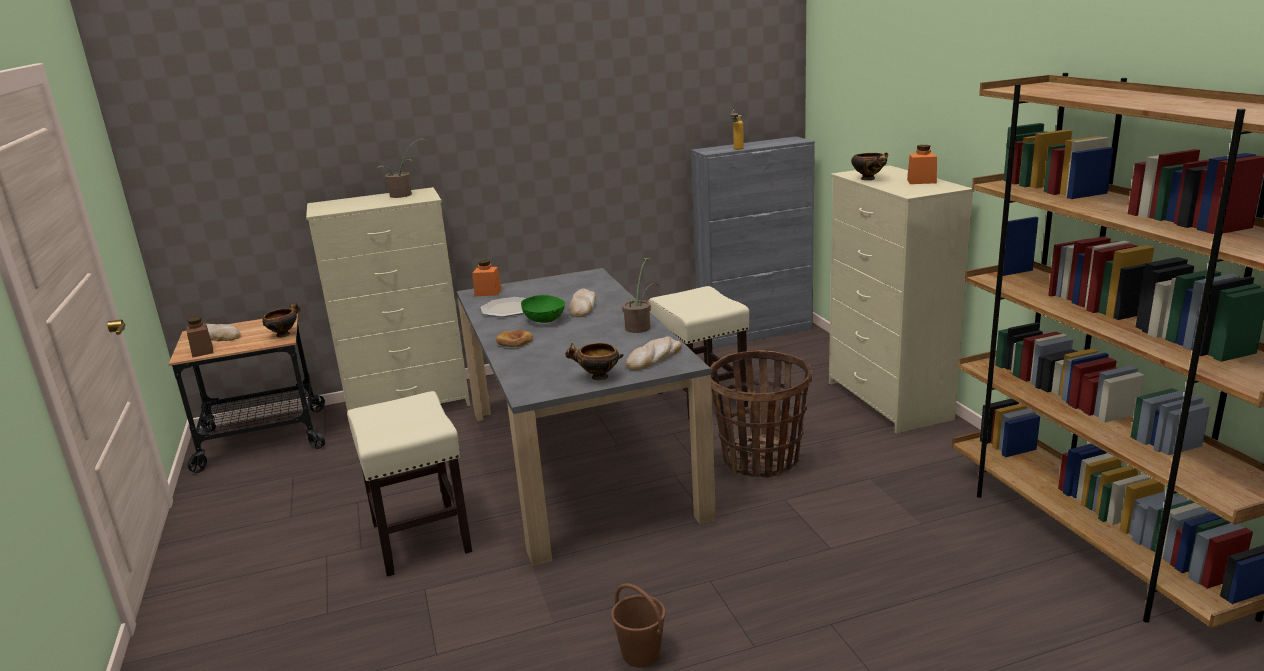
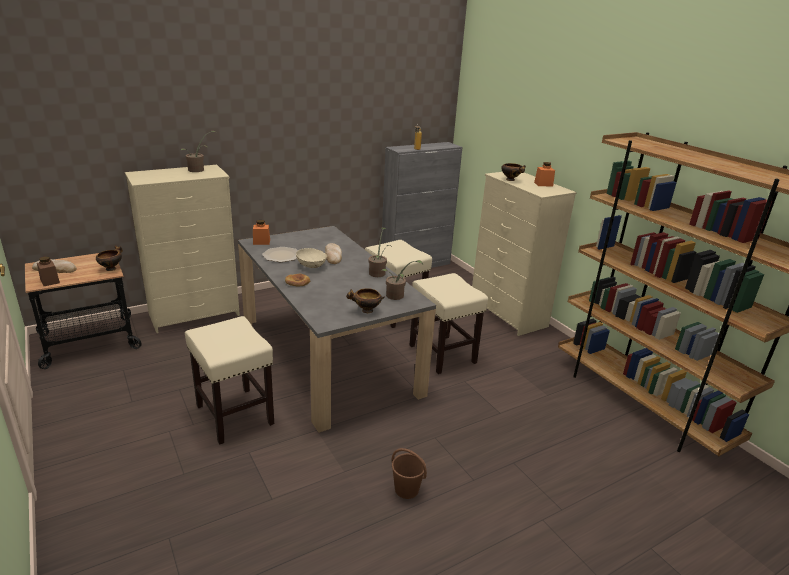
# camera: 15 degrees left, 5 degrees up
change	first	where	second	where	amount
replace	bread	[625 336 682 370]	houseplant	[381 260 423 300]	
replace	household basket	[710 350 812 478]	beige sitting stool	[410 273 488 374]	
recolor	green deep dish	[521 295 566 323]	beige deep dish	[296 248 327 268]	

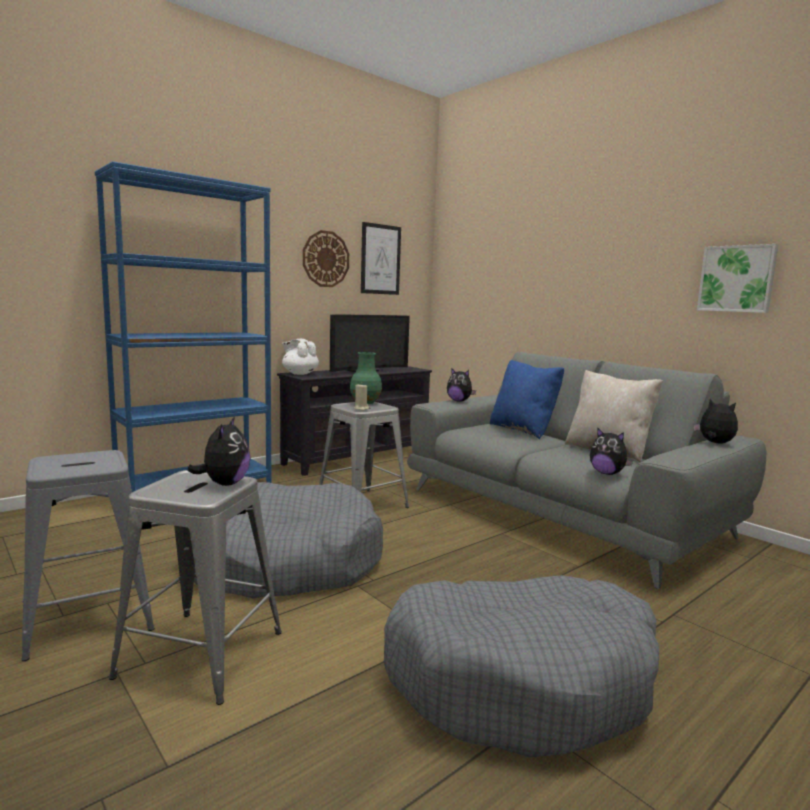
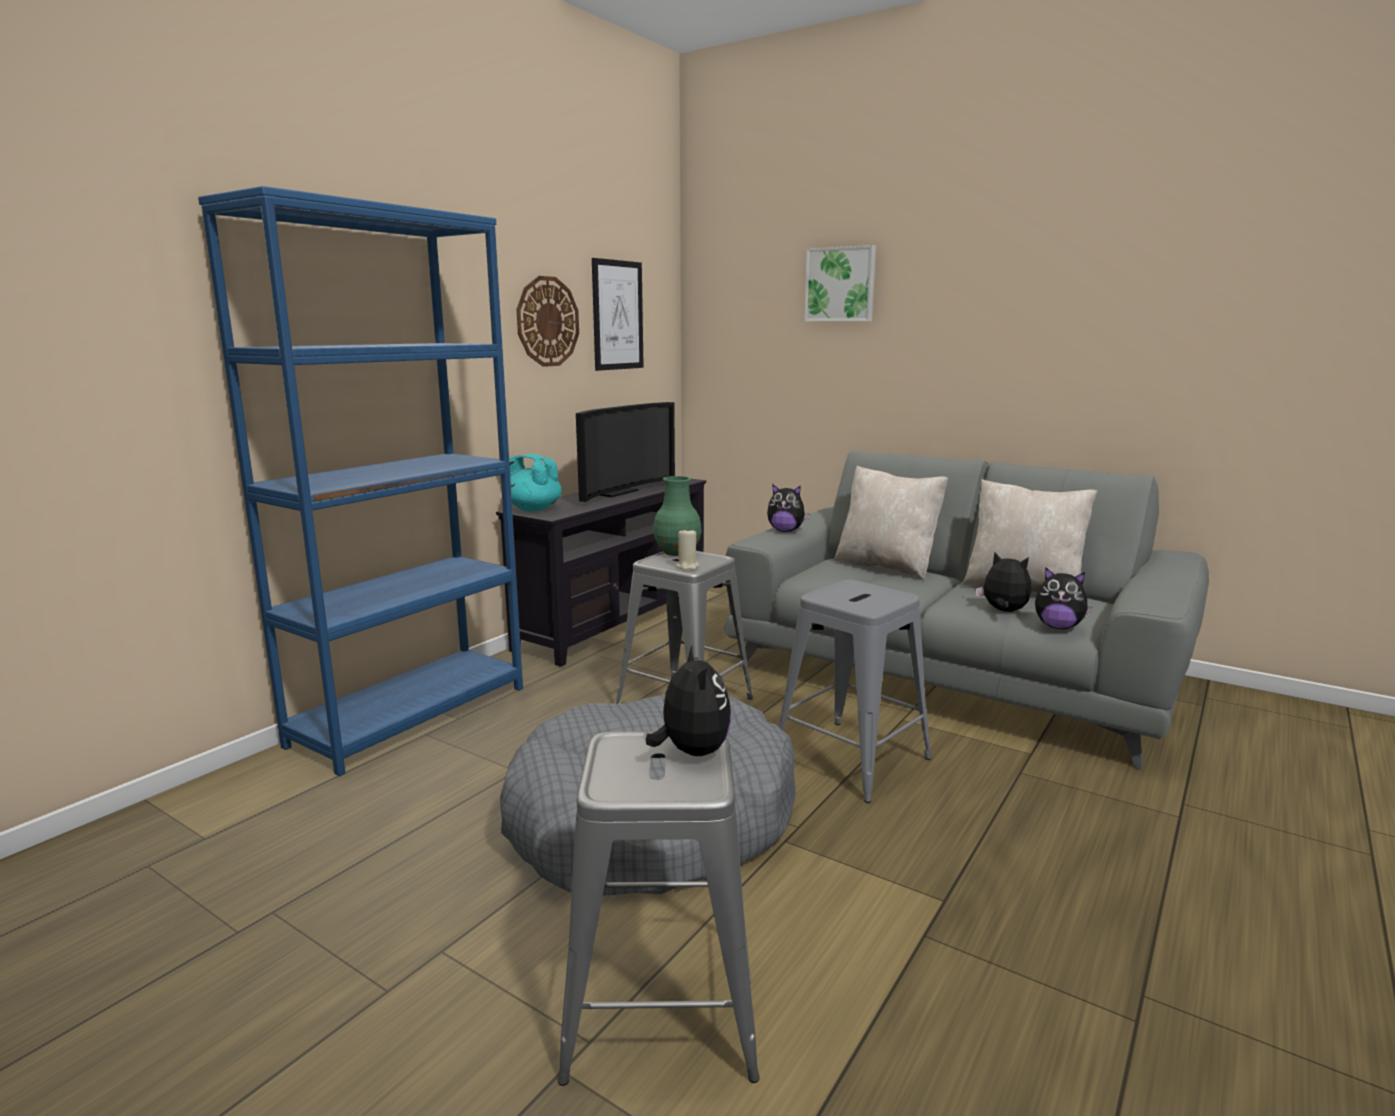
# camera: 15 degrees left, 5 degrees up
change	first	where	second	where	amount
delete	greyish dog bed	[384 575 659 757]			
move	greyish sitting stool	[21 450 154 661]		[778 580 931 803]	
move	plush toy	[693 399 738 444]		[976 551 1032 612]	
move	picture	[697 244 779 313]		[804 245 876 322]	
recolor	white-coloured tea pot	[282 339 319 375]	turquoise-coloured tea pot	[509 454 562 512]	
recolor	bluish cushion	[490 360 564 439]	beige cushion	[834 466 948 580]	

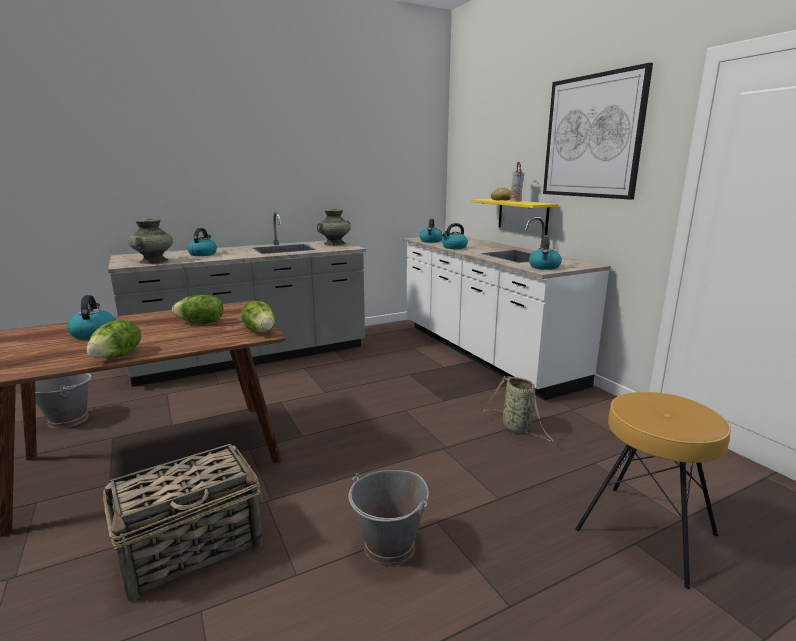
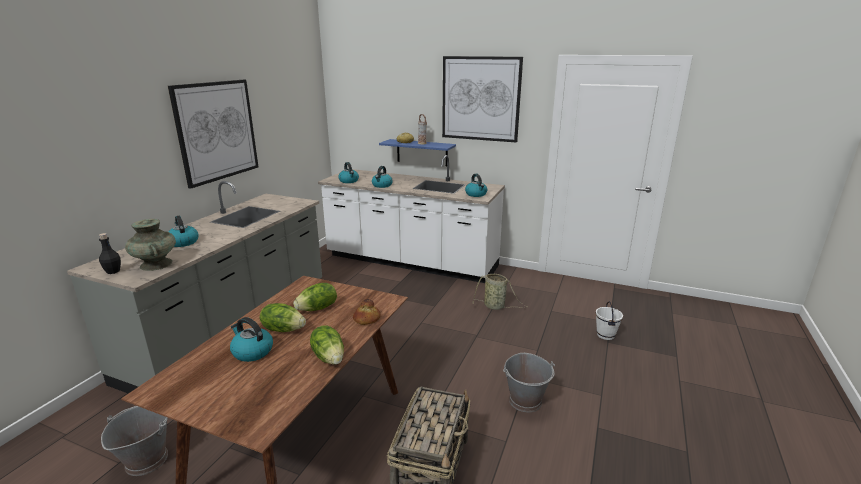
# camera: 40 degrees left, 5 degrees up
change	first	where	second	where	amount
delete	turquoise-coloured flower vase	[317 208 351 245]			
insert			black-coloured beverage bottle	[99 233 121 274]	
insert			picture	[168 80 258 189]	
insert			bread	[353 299 381 325]	
move	lettuce	[241 301 275 333]		[260 303 306 332]	
replace	brown-coloured sitting stool	[575 392 731 589]	white-coloured water bucket	[596 301 623 340]	
recolor	yellowish wall shelf	[471 199 559 235]	bluish wall shelf	[379 139 456 166]	

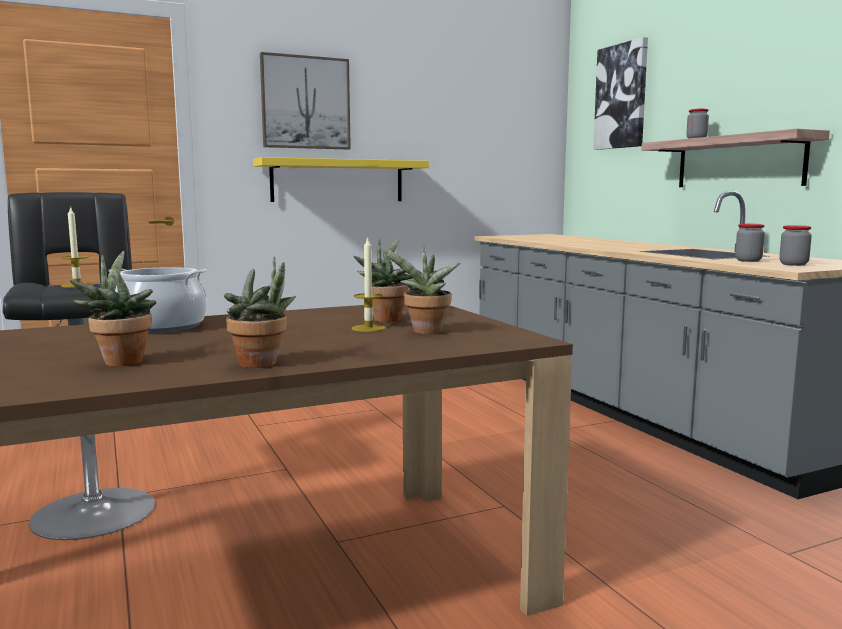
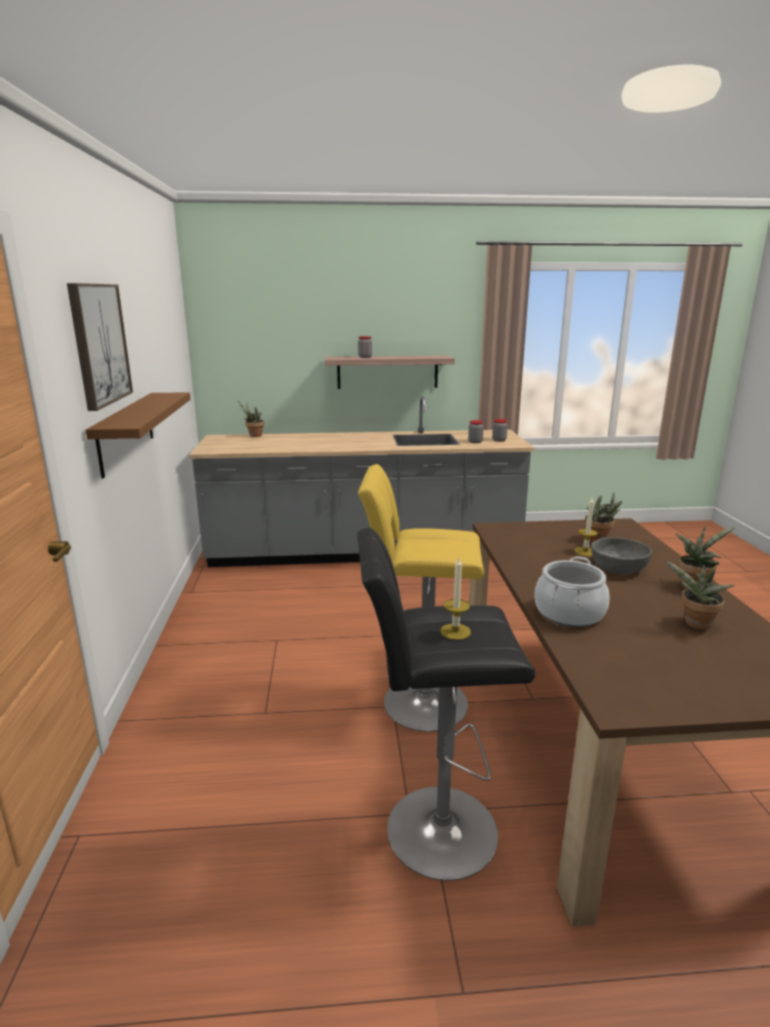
# camera: 70 degrees left, 10 degrees up
change	first	where	second	where	amount
delete	picture	[593 37 648 150]			
insert			yellowish sitting stool	[358 464 484 732]	
insert			greyish deep dish	[591 537 652 574]	
move	houseplant	[353 237 412 322]		[238 401 264 437]	
recolor	yellowish wall shelf	[253 157 429 202]	brown-coloured wall shelf	[86 392 190 478]	

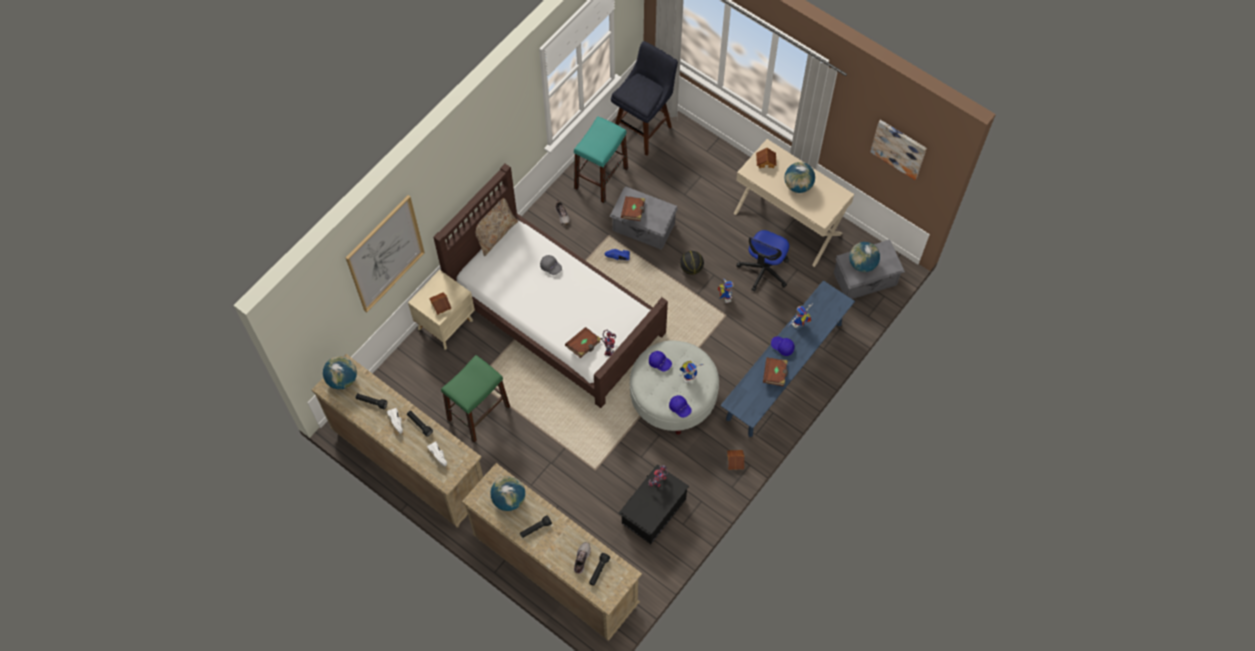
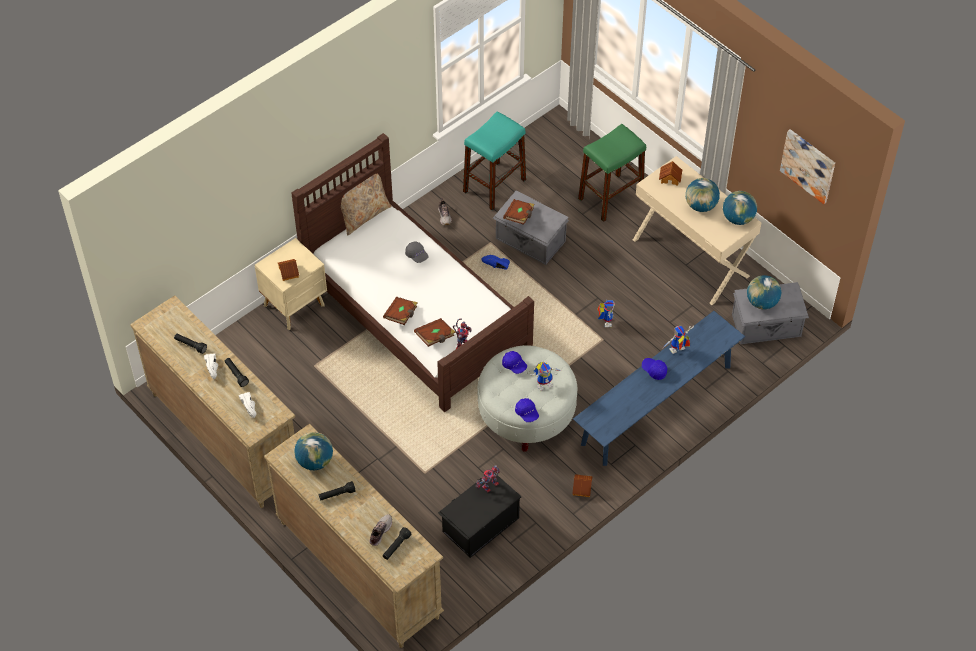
# camera: 10 degrees right, 10 degrees down
change	first	where	second	where	amount
delete	picture	[346 195 425 313]			
delete	bluish sitting stool	[611 41 678 156]			
delete	ball for basketball	[680 251 704 275]			
delete	desk chair	[737 230 789 292]			
move	desk globe	[323 356 357 389]		[723 191 757 225]	
move	green sitting stool	[441 355 510 443]		[578 124 646 222]	
move	brown-coloured book	[763 357 788 387]		[383 297 418 325]	

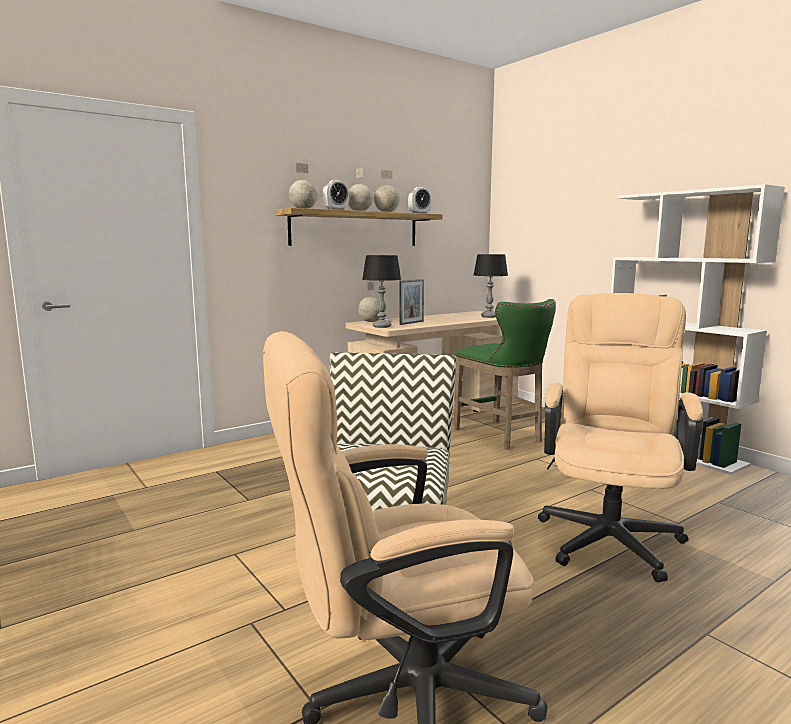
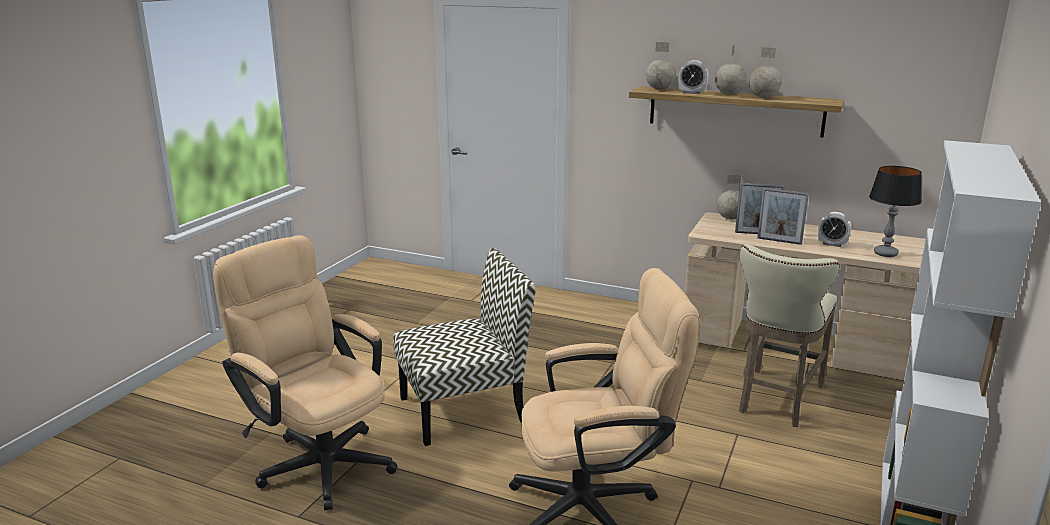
# camera: 60 degrees right, 10 degrees up
change	first	where	second	where	amount
delete	tabletop lamp	[362 255 401 328]			
insert			photo frame	[757 188 809 245]	
move	alarm clock	[408 187 431 214]		[818 212 851 247]	
recolor	green sitting stool	[454 299 556 450]	beige sitting stool	[739 244 840 427]	

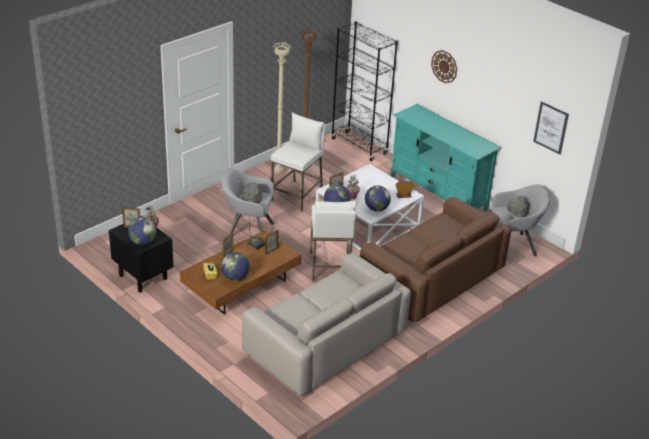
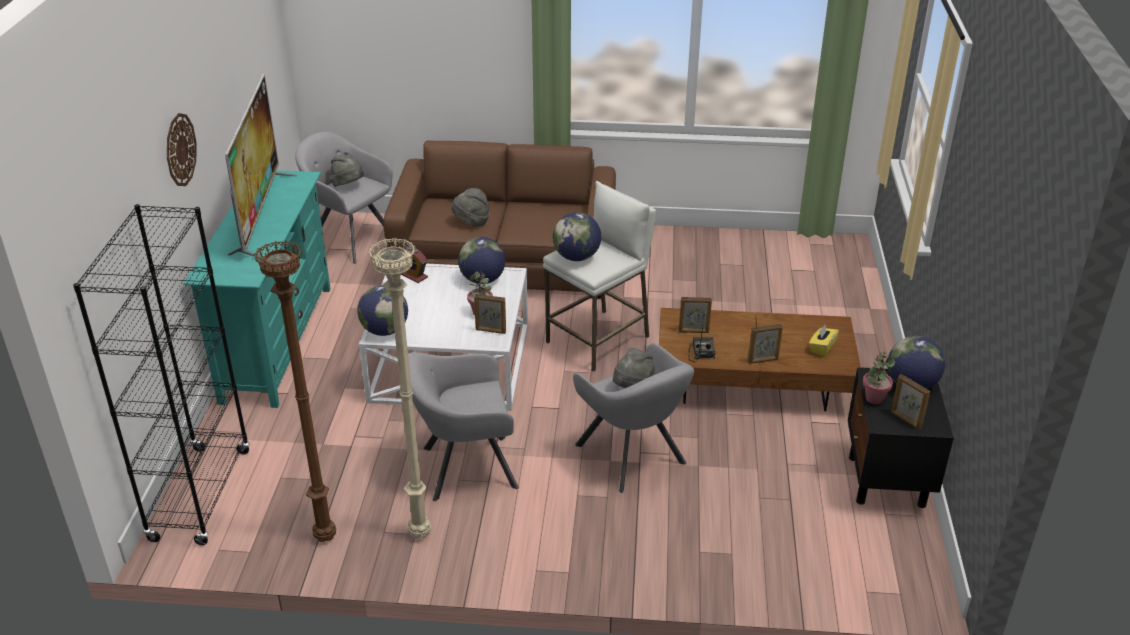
# camera: 130 degrees left, 0 degrees up
change	first	where	second	where	amount
delete	beige sofa	[242 253 411 396]			
delete	picture	[533 101 569 155]			
insert			TV set	[225 74 297 258]	
insert			greyish clothing hat	[452 188 490 227]	
move	desk globe	[221 252 250 281]		[357 285 408 336]	
replace	white-coloured sitting stool	[271 113 326 211]	greyish armchair	[408 352 519 501]	

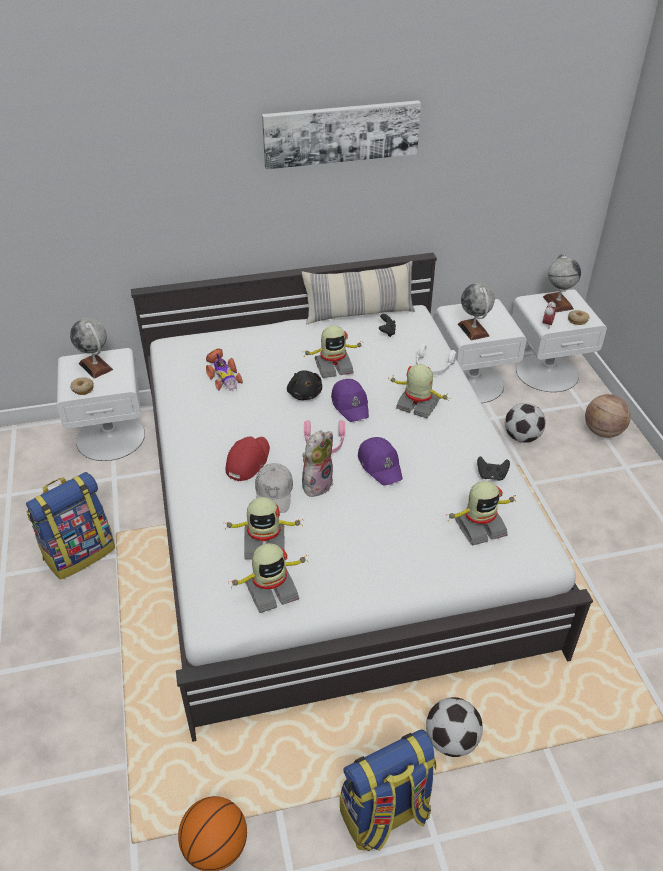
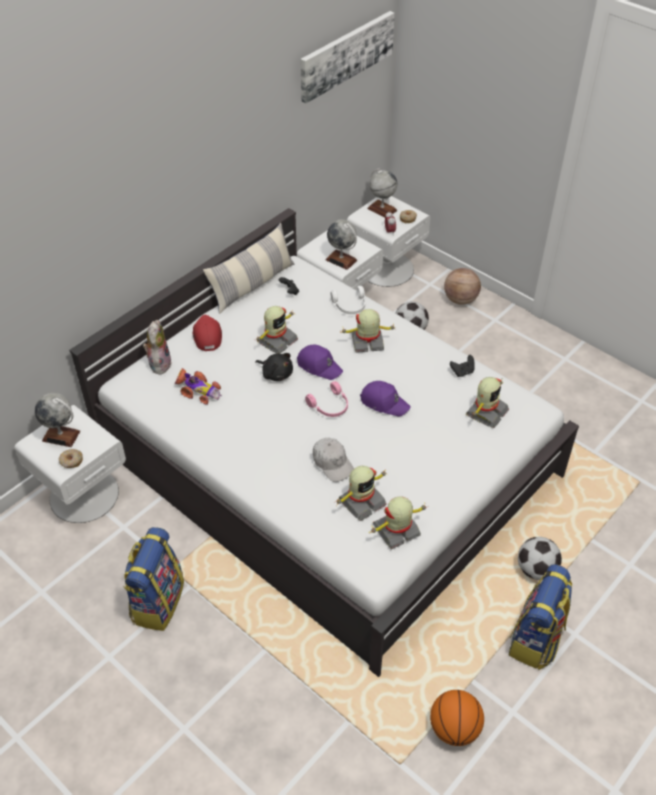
# camera: 35 degrees left, 5 degrees up
change	first	where	second	where	amount
move	red peaked cap	[225 437 270 481]		[193 315 222 351]	
move	picture	[262 100 421 170]		[300 11 395 103]	
move	plush toy	[302 430 333 497]		[143 320 171 375]	
rotate	model robot	[231 543 308 613]		[369 496 427 550]	150 degrees counterclockwise

